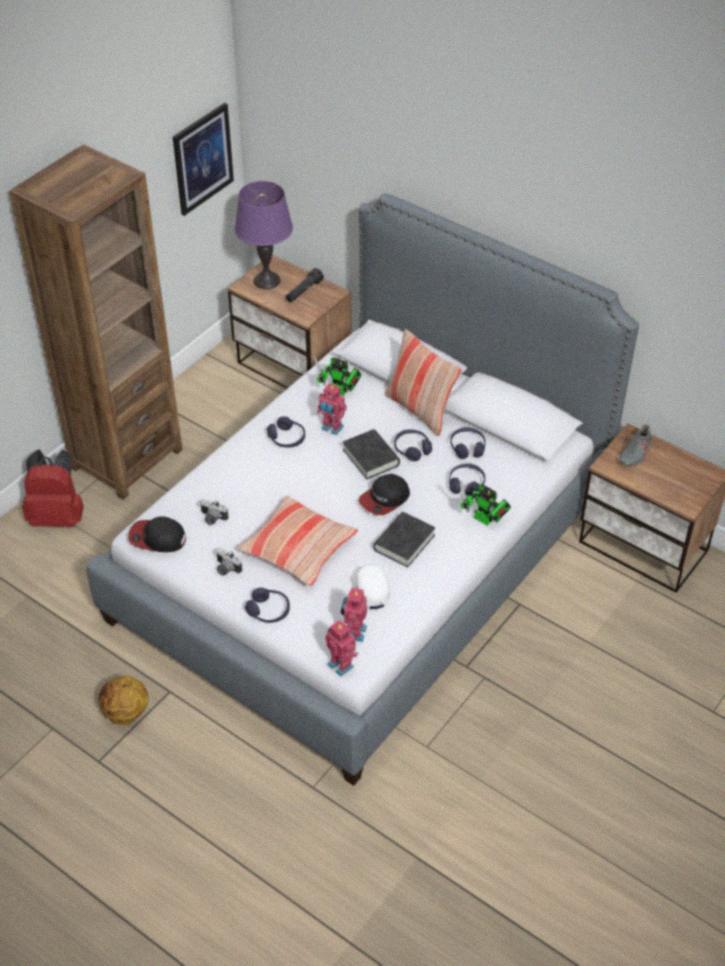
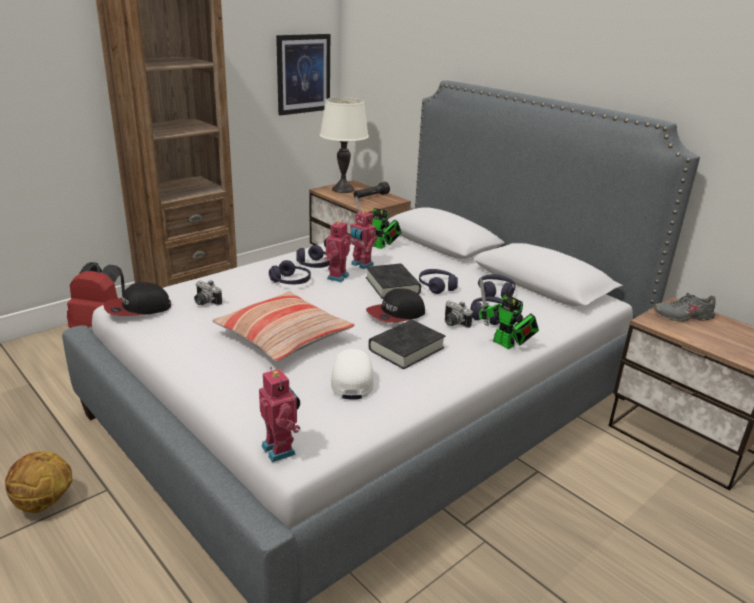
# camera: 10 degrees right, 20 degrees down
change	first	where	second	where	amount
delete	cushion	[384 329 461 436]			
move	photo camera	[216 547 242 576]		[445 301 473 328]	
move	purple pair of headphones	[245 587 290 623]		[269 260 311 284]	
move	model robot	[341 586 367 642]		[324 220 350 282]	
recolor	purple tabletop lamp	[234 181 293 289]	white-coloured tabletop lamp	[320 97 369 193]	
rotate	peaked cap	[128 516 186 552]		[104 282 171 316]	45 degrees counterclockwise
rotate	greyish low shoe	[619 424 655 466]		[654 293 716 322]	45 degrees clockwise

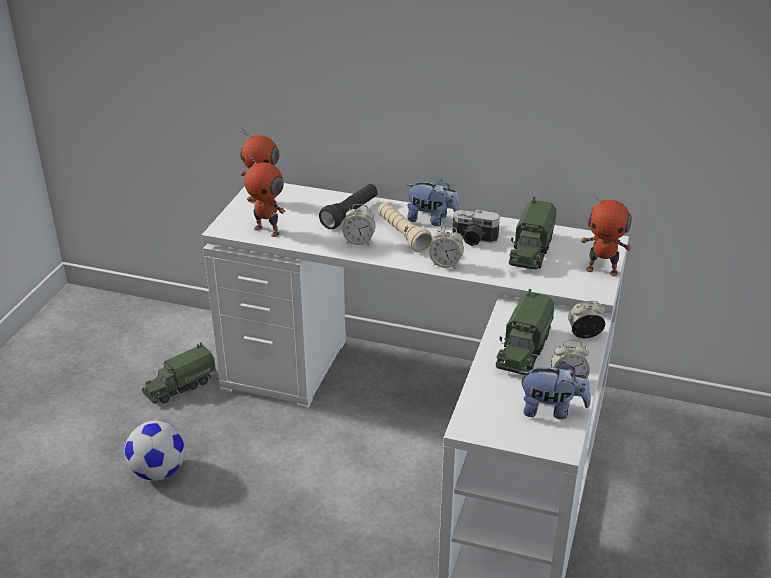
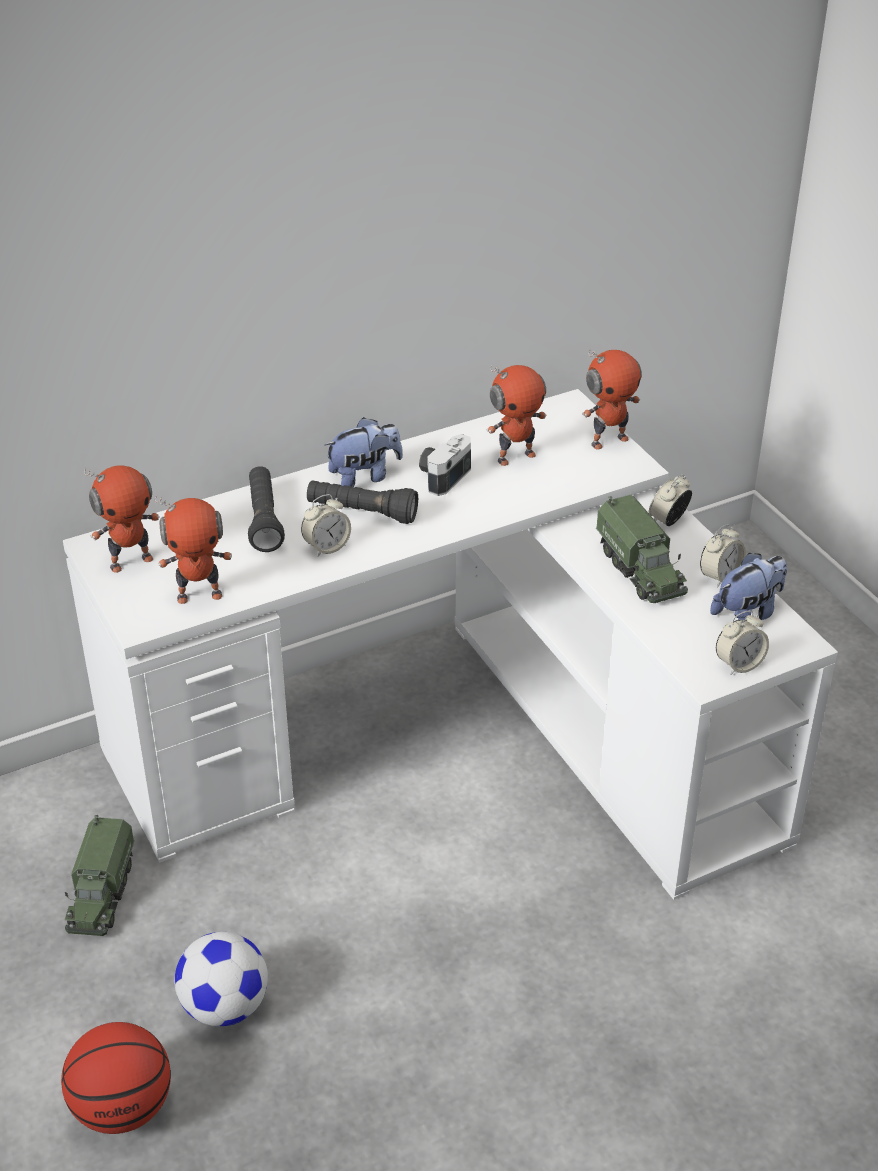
# camera: 45 degrees left, 5 degrees up
change	first	where	second	where	amount
insert			ball for basketball	[61 1022 171 1134]	
move	alarm clock	[429 226 464 269]		[716 611 769 675]	
replace	model truck	[509 197 557 270]	model robot	[487 365 547 466]	
recolor	beige hand torch	[378 203 433 252]	black-coloured hand torch	[307 480 418 524]	
rotate	photo camera	[453 210 500 246]		[419 434 471 496]	150 degrees clockwise

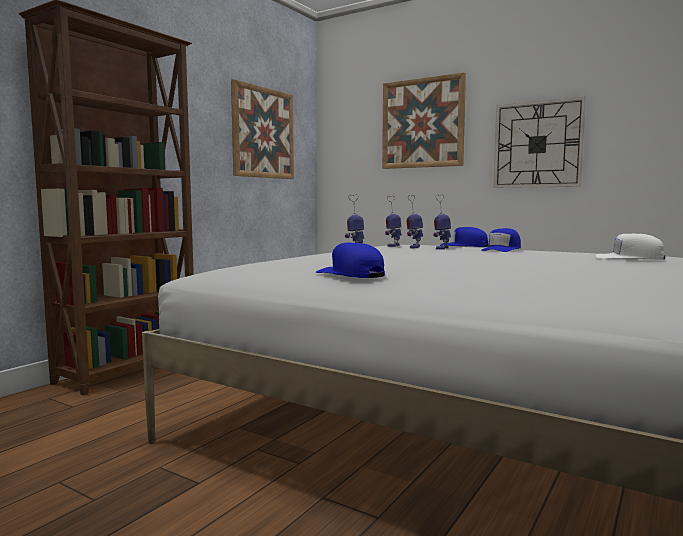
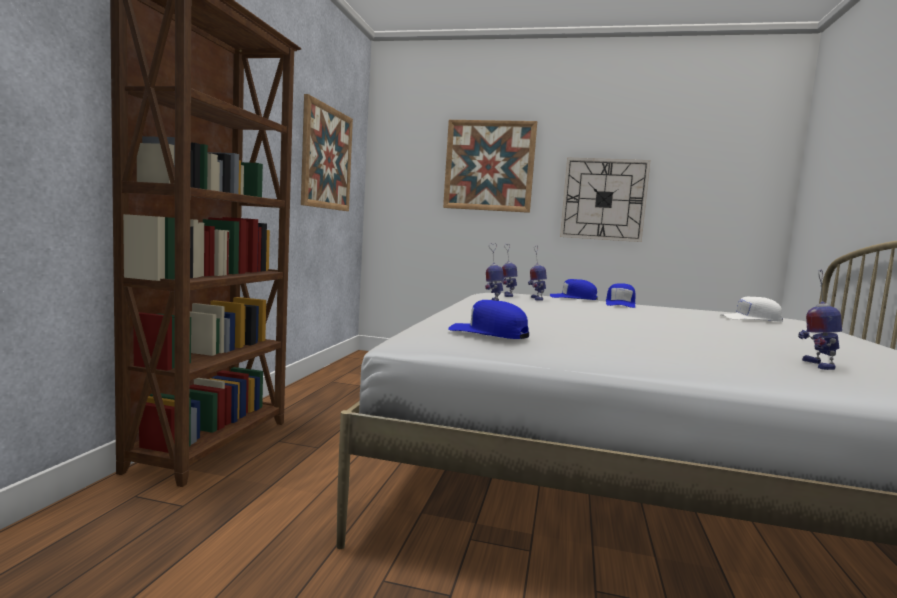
# camera: 20 degrees left, 0 degrees up
change	first	where	second	where	amount
move	bluish peaked cap	[316 243 385 278]		[448 300 529 339]	
move	model robot	[433 195 451 250]		[798 269 842 370]	

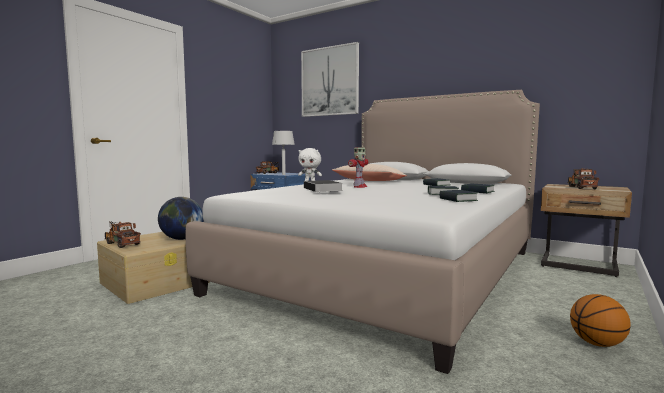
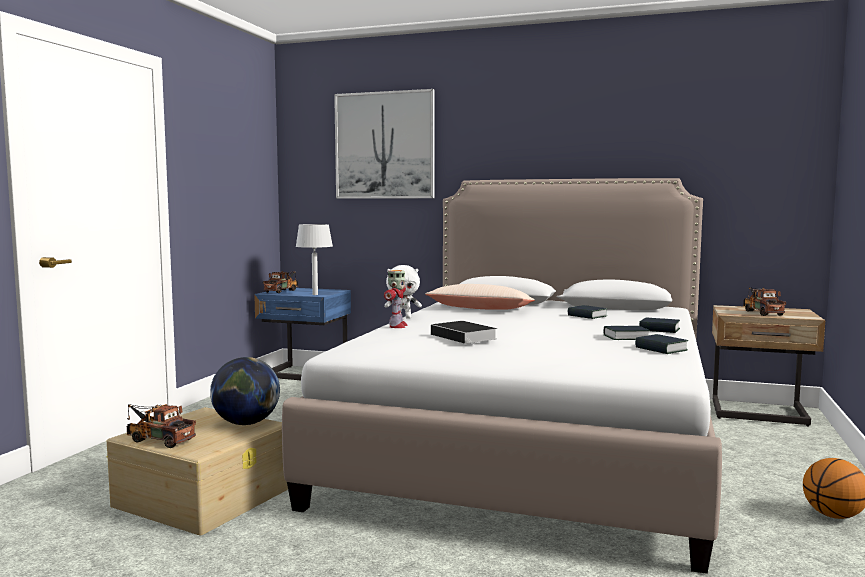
# camera: 15 degrees left, 0 degrees up
change	first	where	second	where	amount
move	model robot	[348 147 368 188]		[384 270 408 328]	

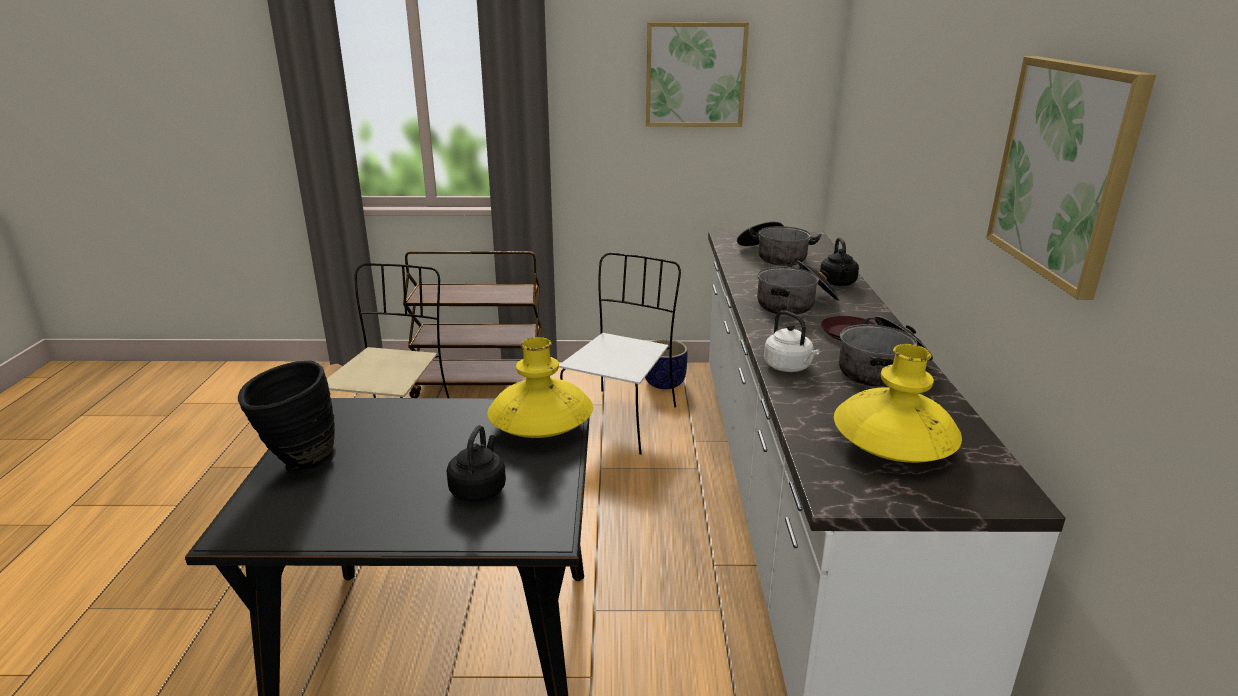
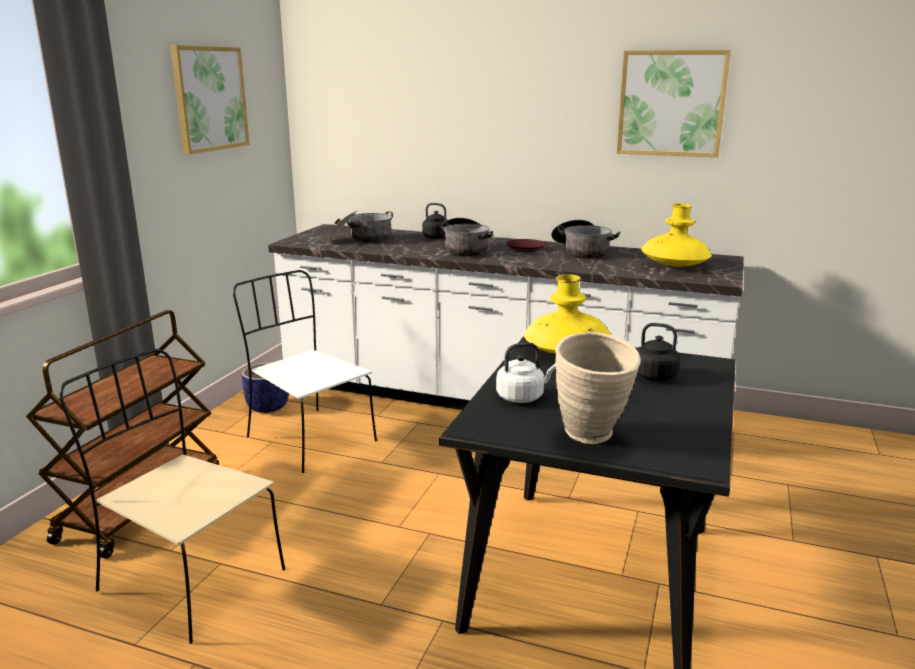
# camera: 70 degrees left, 5 degrees down
change	first	where	second	where	amount
move	white-coloured kettle	[764 311 820 372]		[496 342 556 403]	
recolor	black-coloured flower vase	[238 361 336 475]	beige flower vase	[555 332 641 444]	

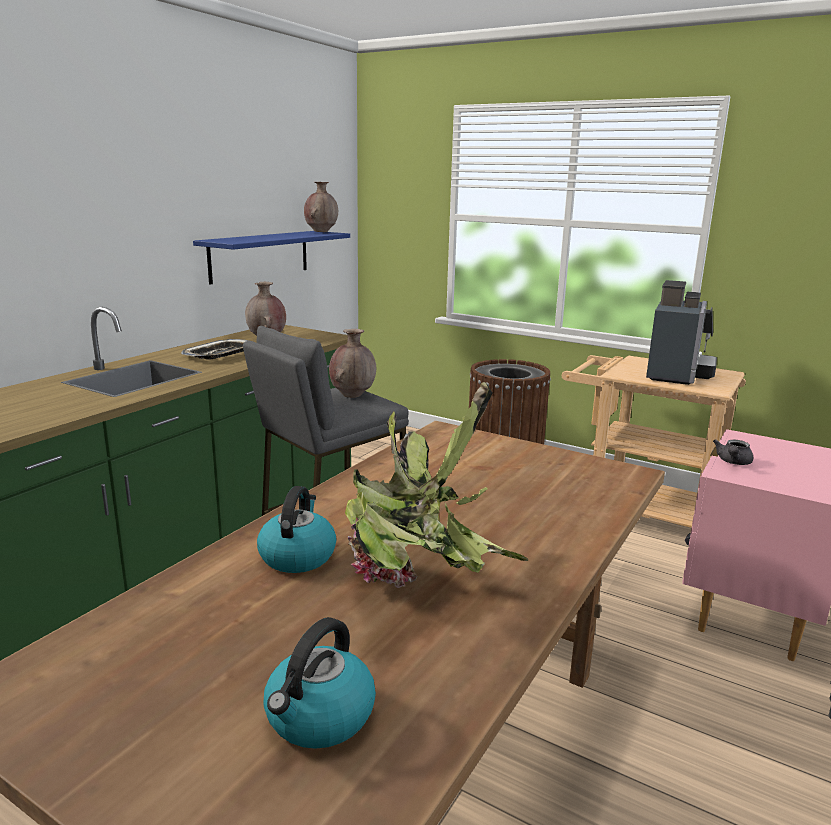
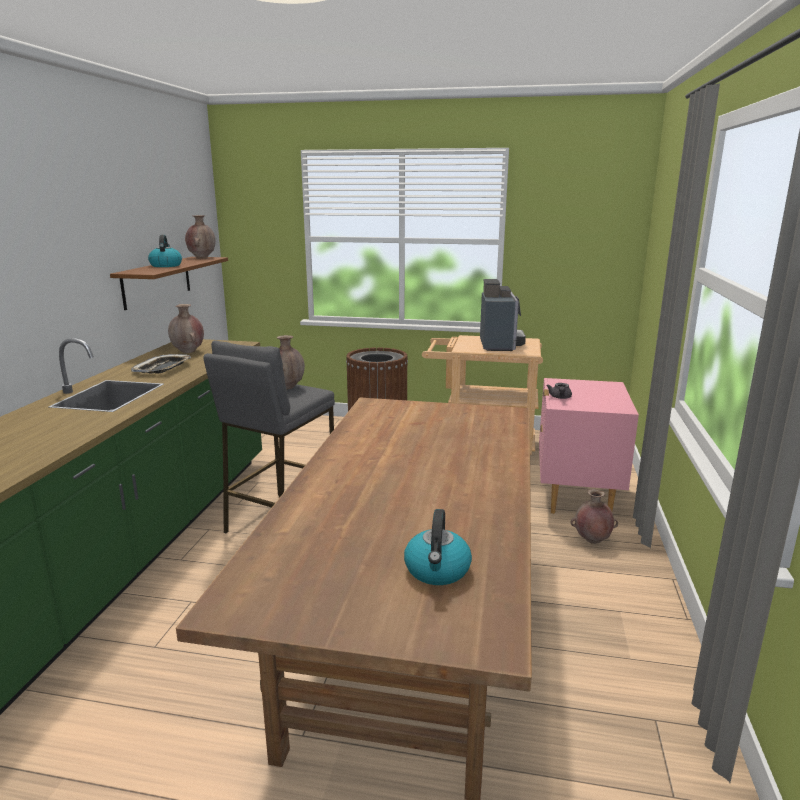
# camera: 20 degrees left, 0 degrees up
change	first	where	second	where	amount
delete	houseplant	[345 382 528 588]			
insert			brown-coloured flower vase	[571 489 618 544]	
move	kettle	[257 486 336 573]		[148 235 182 267]	
recolor	bluish wall shelf	[193 231 350 285]	brown-coloured wall shelf	[110 257 228 310]	

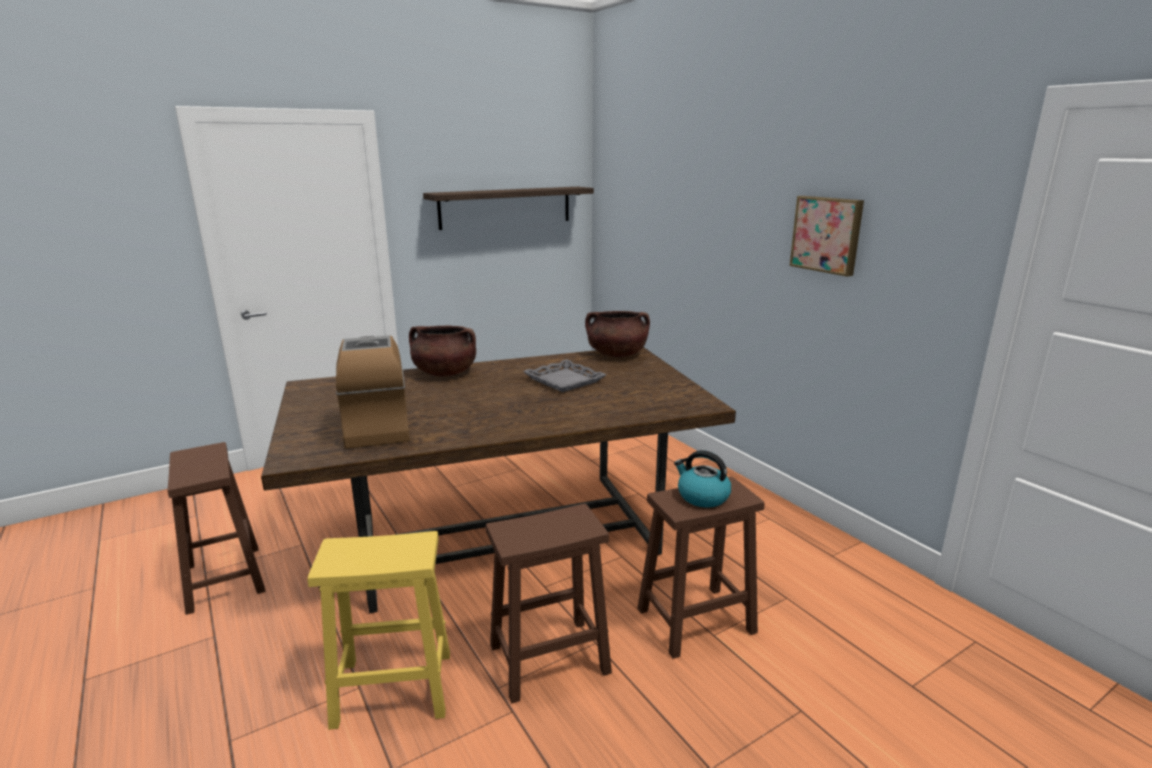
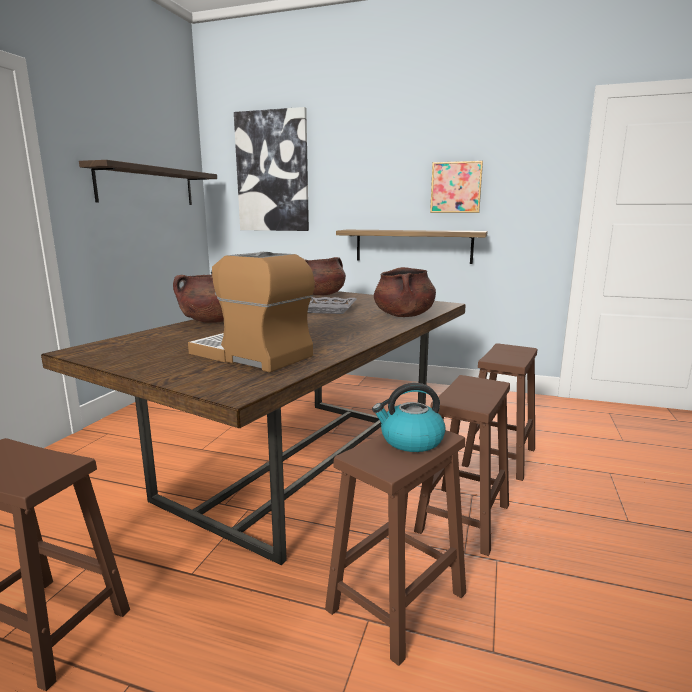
# camera: 40 degrees left, 5 degrees down
change	first	where	second	where	amount
insert			picture	[234 107 309 231]	
insert			wall shelf	[336 230 488 264]	
insert			brown-coloured stockpot	[374 267 436 317]	
move	kettle	[674 450 731 507]		[372 383 446 452]	
recolor	yellowish sitting stool	[308 531 450 730]	brown-coloured sitting stool	[325 430 466 666]	

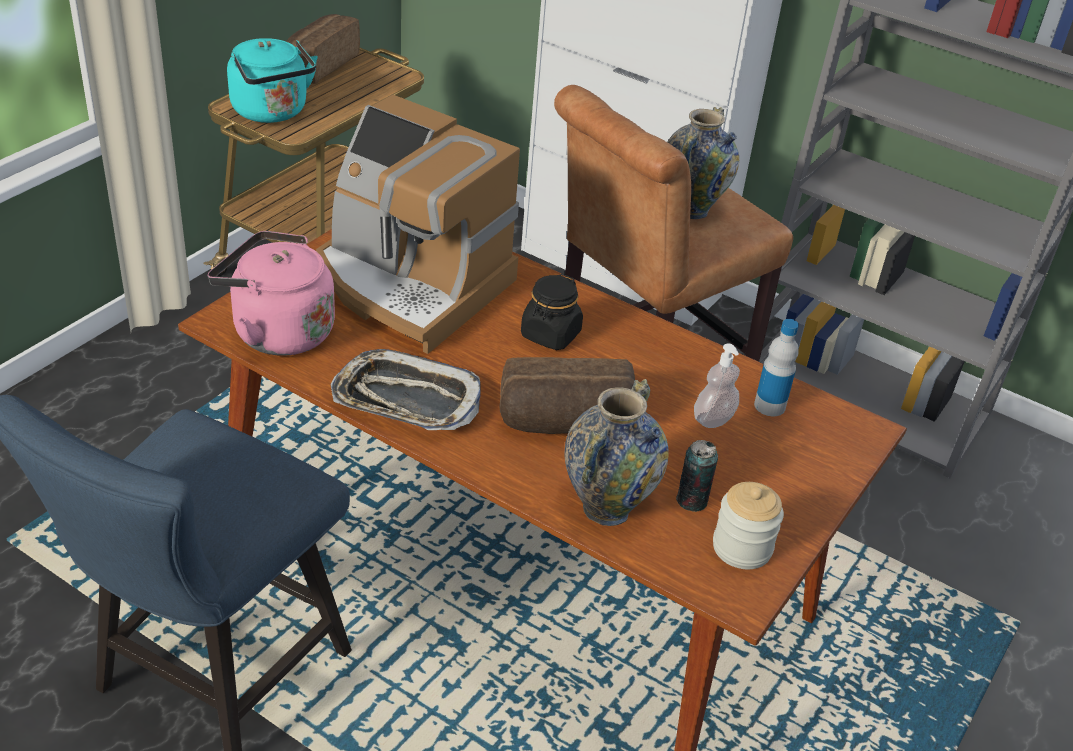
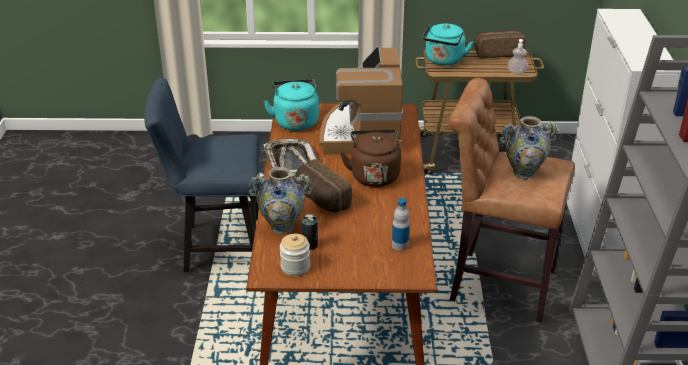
# camera: 60 degrees right, 5 degrees down
change	first	where	second	where	amount
move	liquid soap bottle	[694 343 740 428]		[508 39 528 74]	
replace	black-coloured storage jar	[521 274 583 350]	brown-coloured kettle	[340 129 401 187]	
recolor	pink-coloured kettle	[207 231 335 356]	turquoise-coloured kettle	[264 79 319 131]	

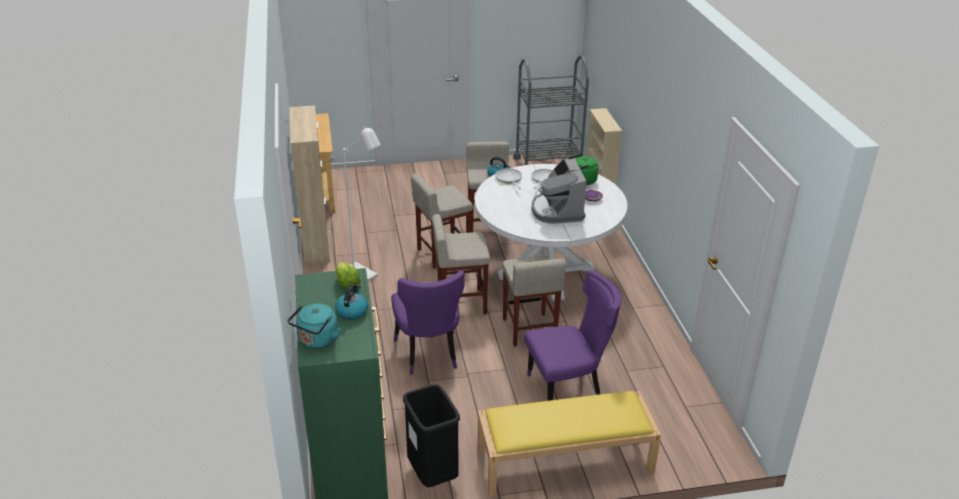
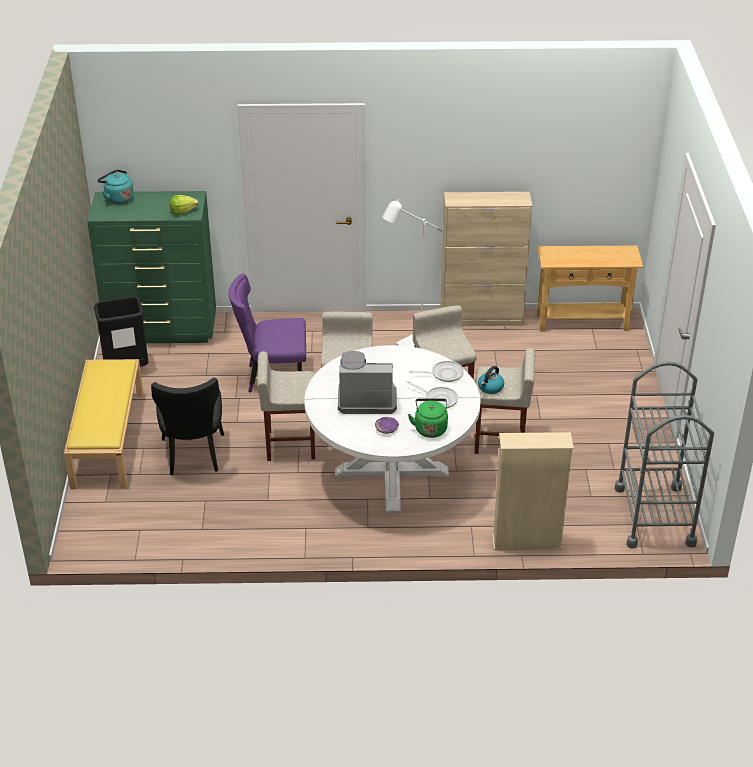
# camera: 100 degrees right, 5 degrees up
change	first	where	second	where	amount
delete	kettle	[335 284 368 320]			
recolor	purple chair	[524 270 621 401]	black-coloured chair	[151 377 224 475]	

